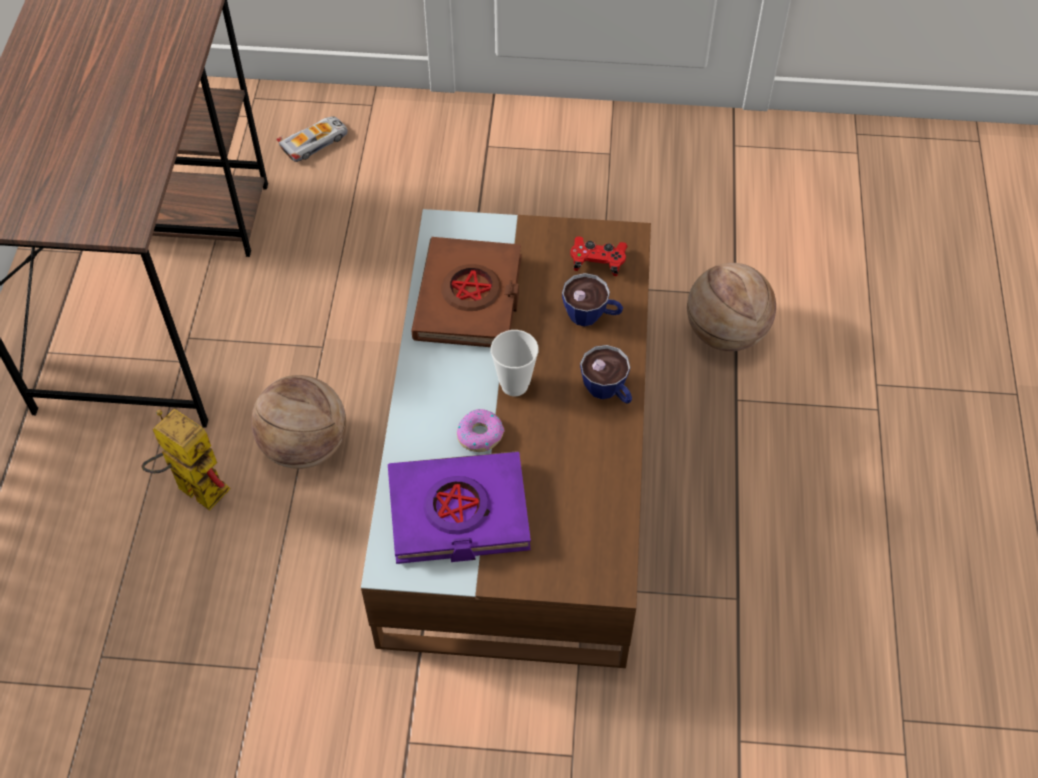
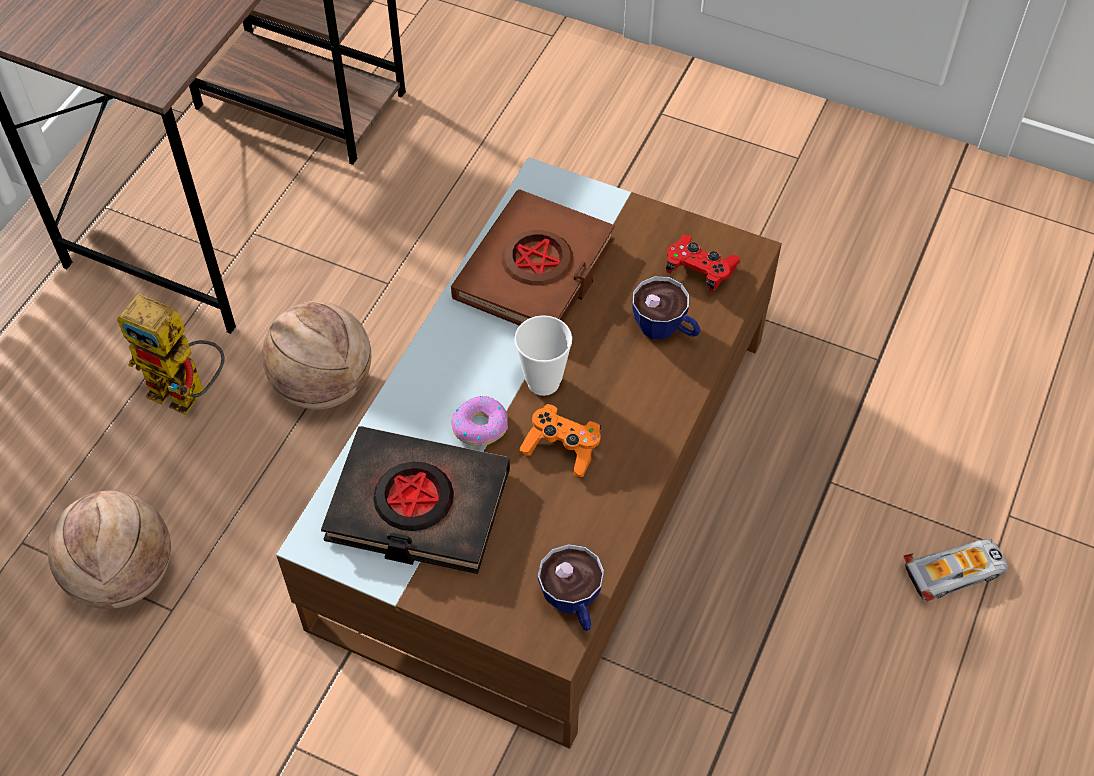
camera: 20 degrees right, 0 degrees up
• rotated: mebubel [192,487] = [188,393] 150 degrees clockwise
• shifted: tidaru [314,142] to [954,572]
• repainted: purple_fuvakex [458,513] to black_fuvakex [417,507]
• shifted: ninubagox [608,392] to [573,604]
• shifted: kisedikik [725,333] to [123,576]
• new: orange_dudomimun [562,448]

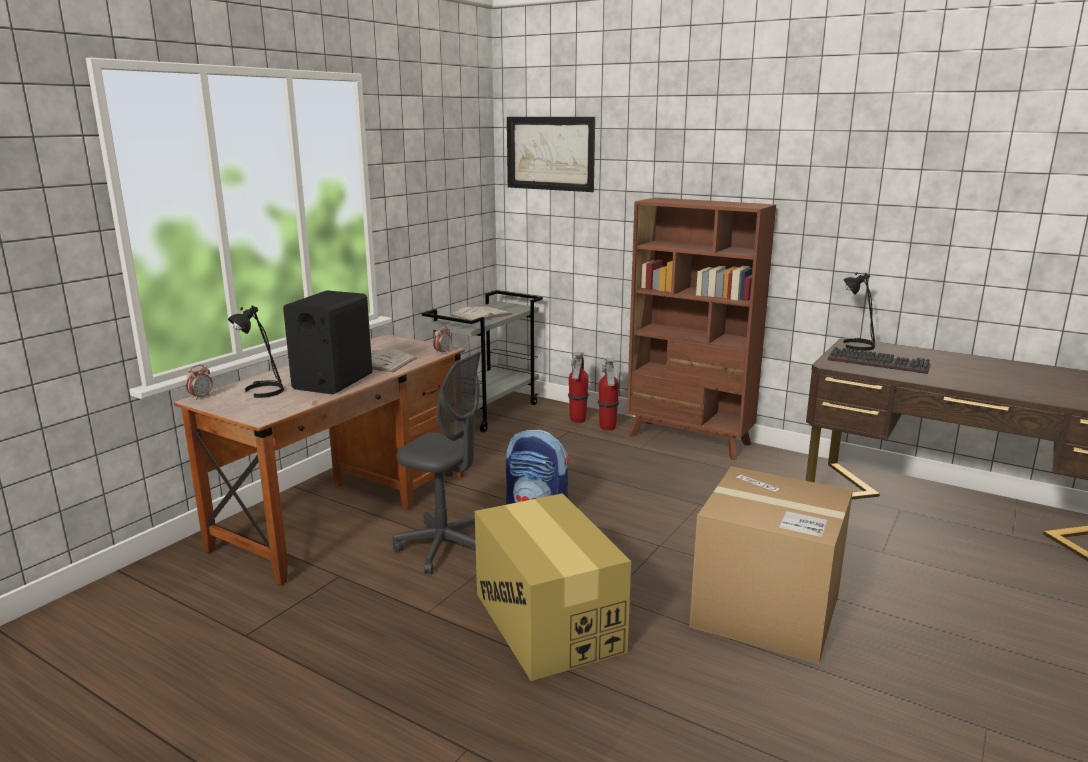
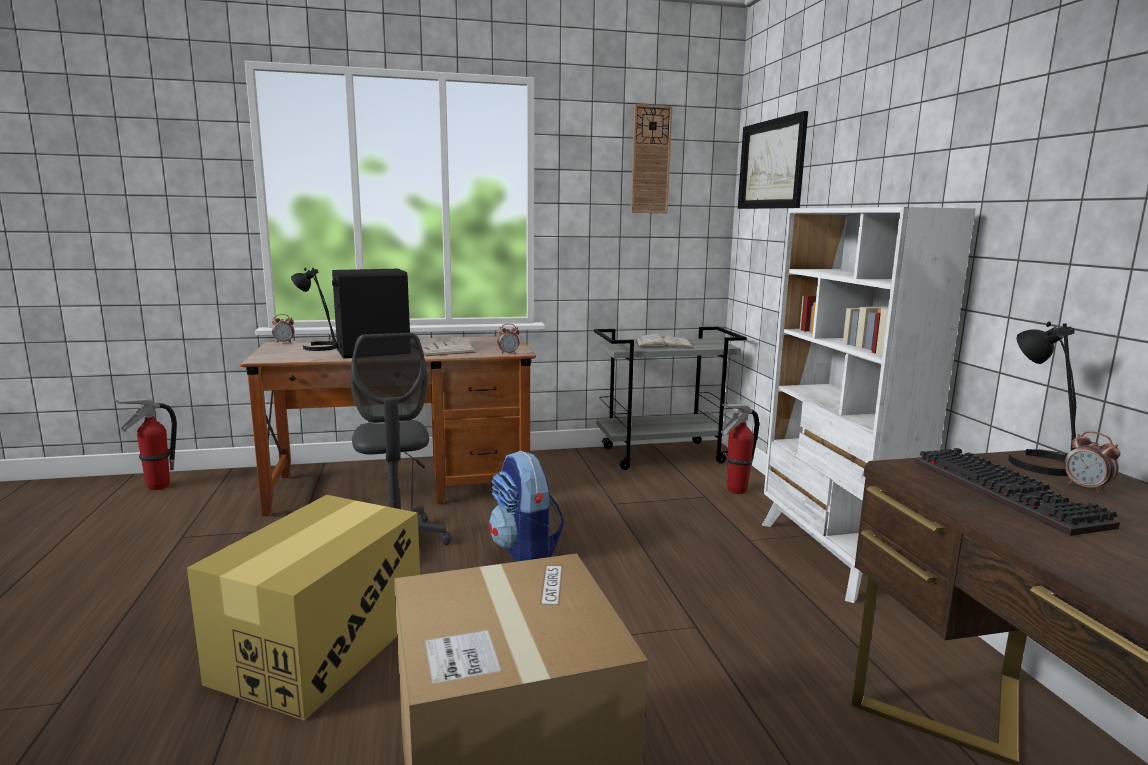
camera: 45 degrees right, 5 degrees down
• shifted: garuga [607,428] to [157,487]
• repainted: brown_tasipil [689,440] to white_tasipil [831,556]
• new: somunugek [650,160]
• new: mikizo [1086,488]

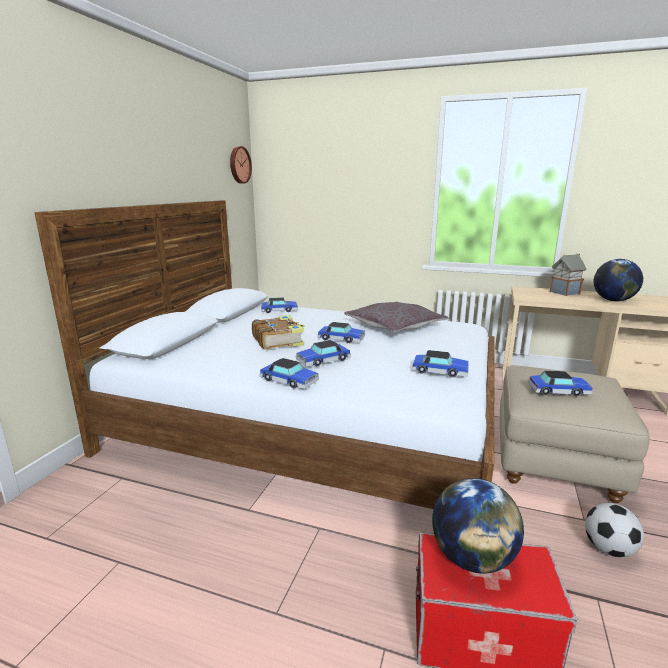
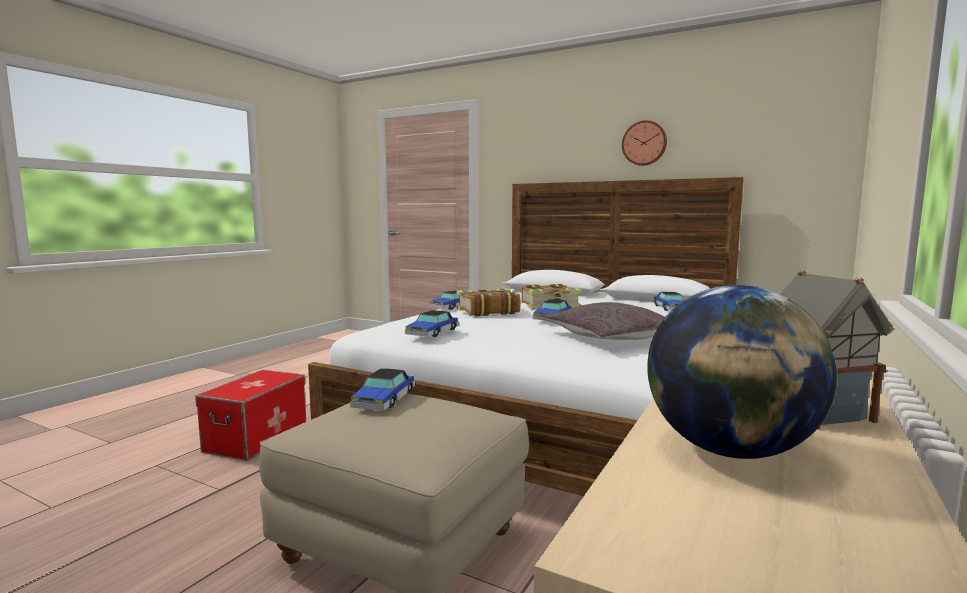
camera: 100 degrees right, 10 degrees down
• shifted: somunugek [239,165] to [644,143]
• swapped: tidaru [323,360] to fuvakex [487,311]
• gone: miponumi [472,558]
• gone: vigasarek [608,549]

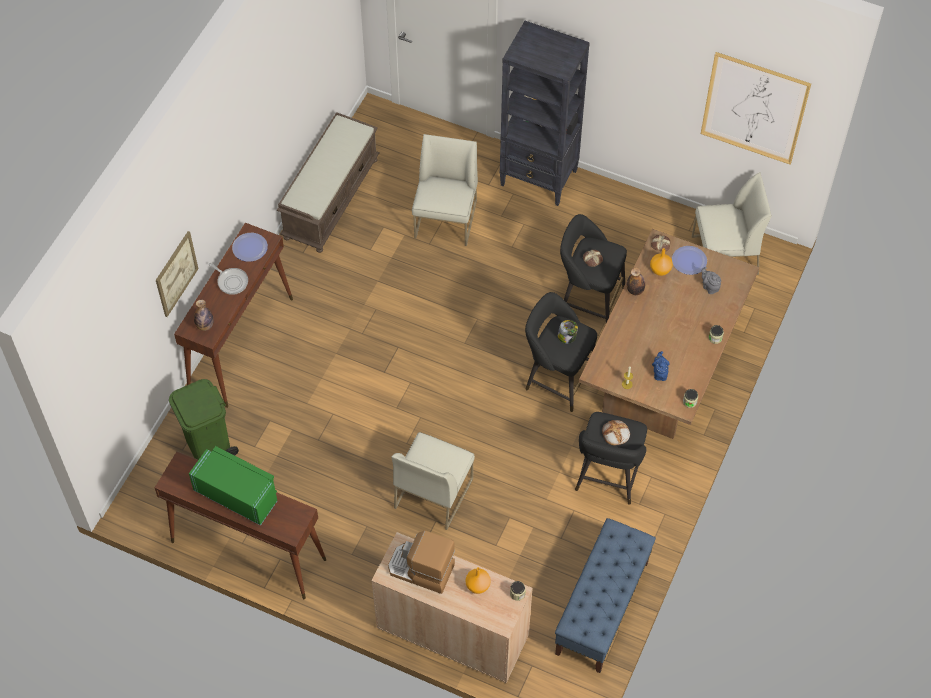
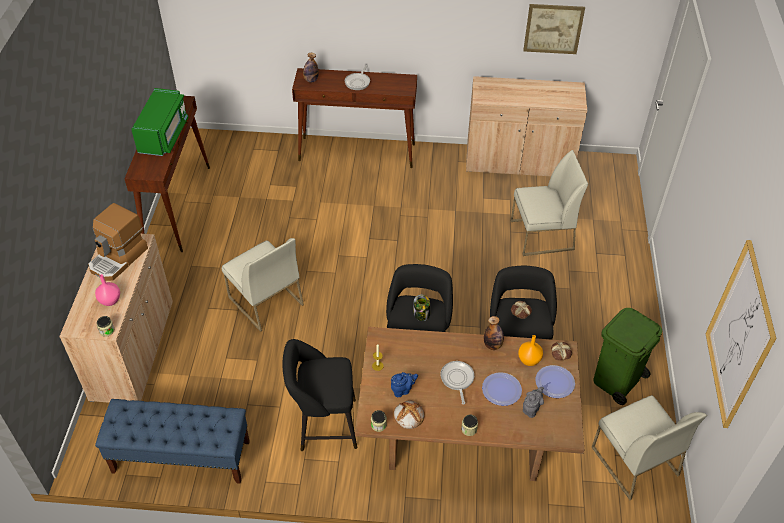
camera: 70 degrees right, 10 degrees down
• shifted: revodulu [176,274] to [553,29]
• shifted: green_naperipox [209,445] to [616,380]
• shifted: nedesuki [250,248] to [501,389]
• swapped: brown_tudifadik [330,198] to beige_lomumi [518,162]
• rotated: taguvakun [421,570] = [119,259] 150 degrees counterclockwise
• rotated: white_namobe [433,492] = [265,301] 135 degrees counterclockwise
• repainted: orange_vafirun [477,586] to pink_vafirun [110,300]
• gone: black_tasipil [539,178]
• shifted: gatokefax [615,434] to [408,415]
• new: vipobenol [457,379]

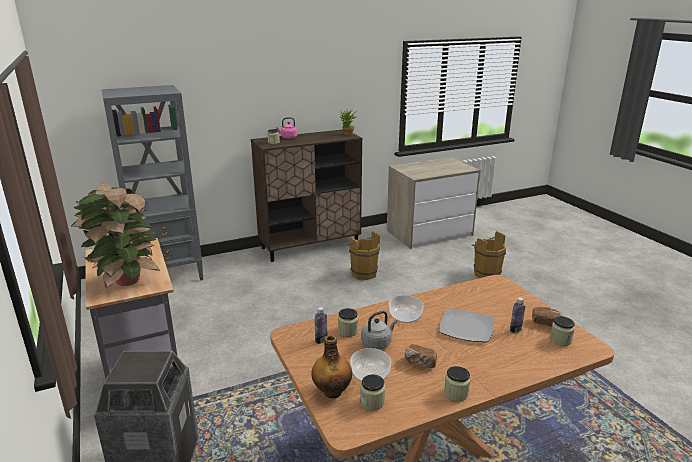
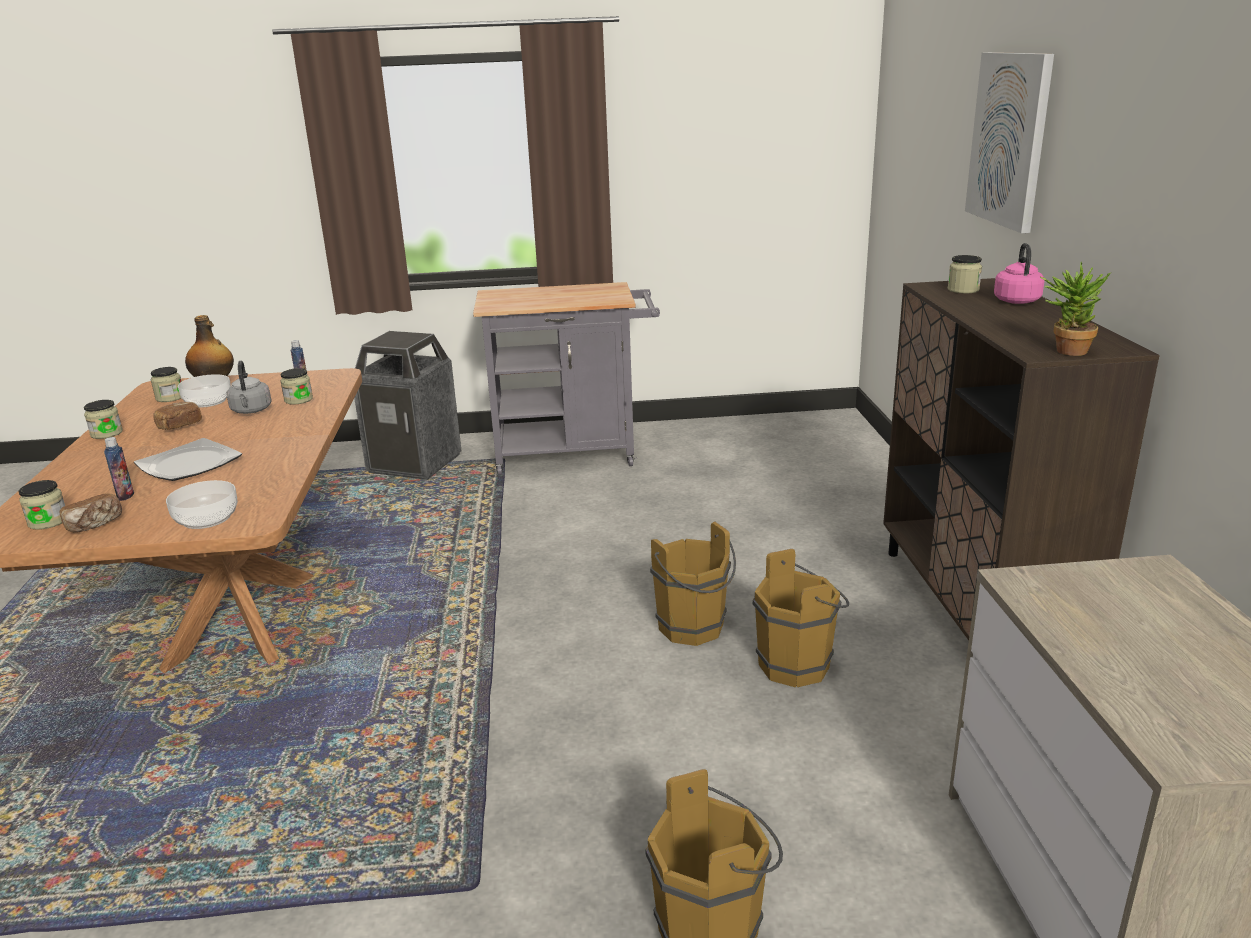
camera: 110 degrees right, 0 degrees up
• gone: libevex [125,280]
• gone: grey_tasipil [169,275]
• shifted: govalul [405,316] to [207,518]
• new: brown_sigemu [694,630]
• new: revodulu [1009,139]

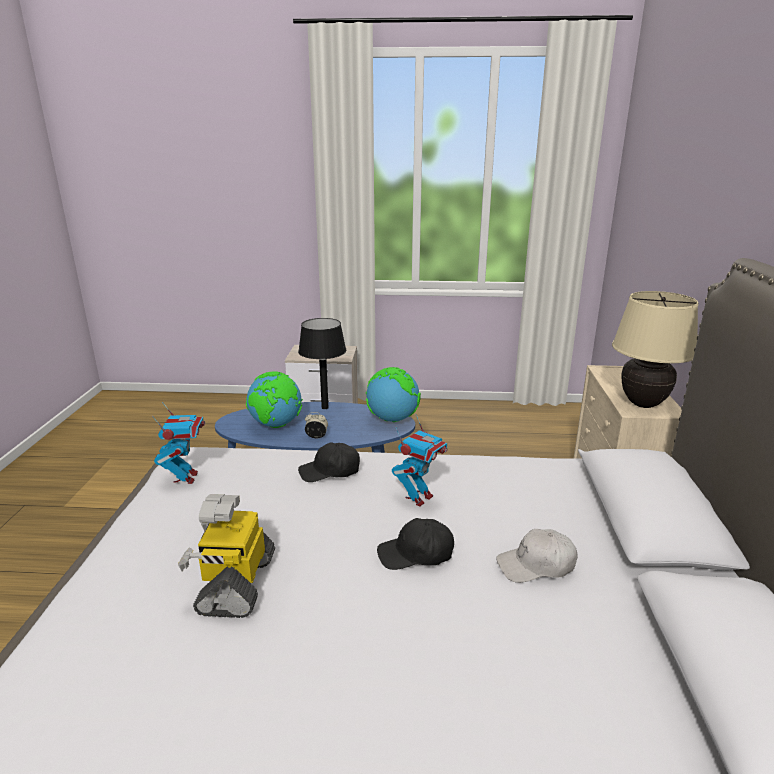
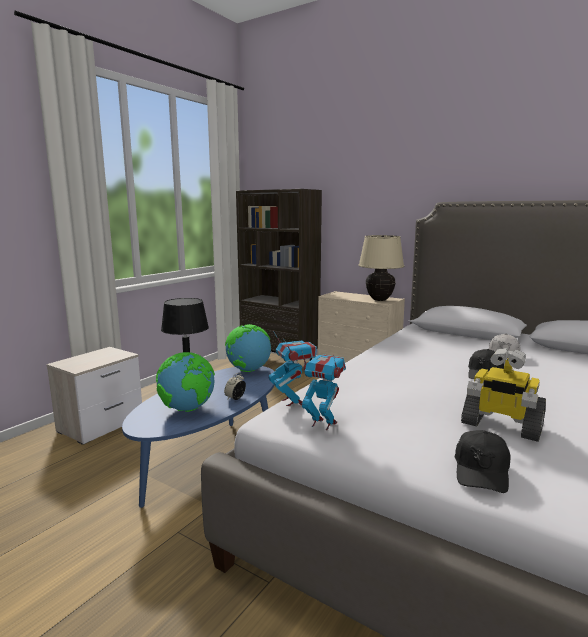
camera: 60 degrees left, 10 degrees down
• shifted: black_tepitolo [330,471] to [481,471]
• shifted: mebubel [418,497] to [293,401]
• new: brown_tasipil [280,363]

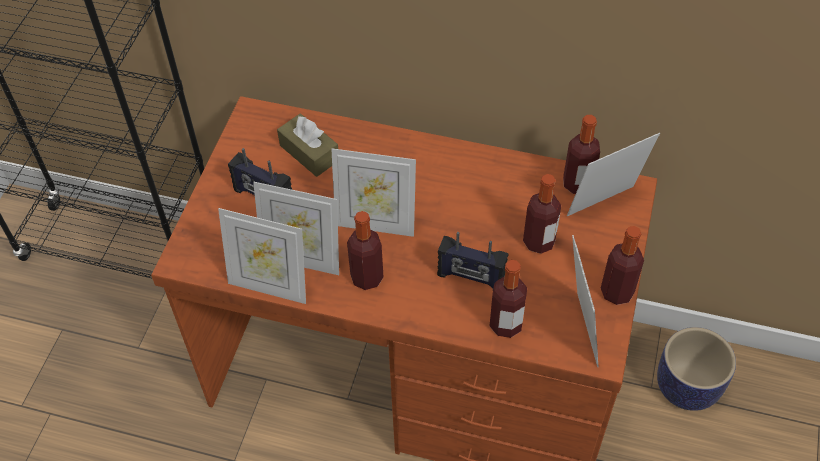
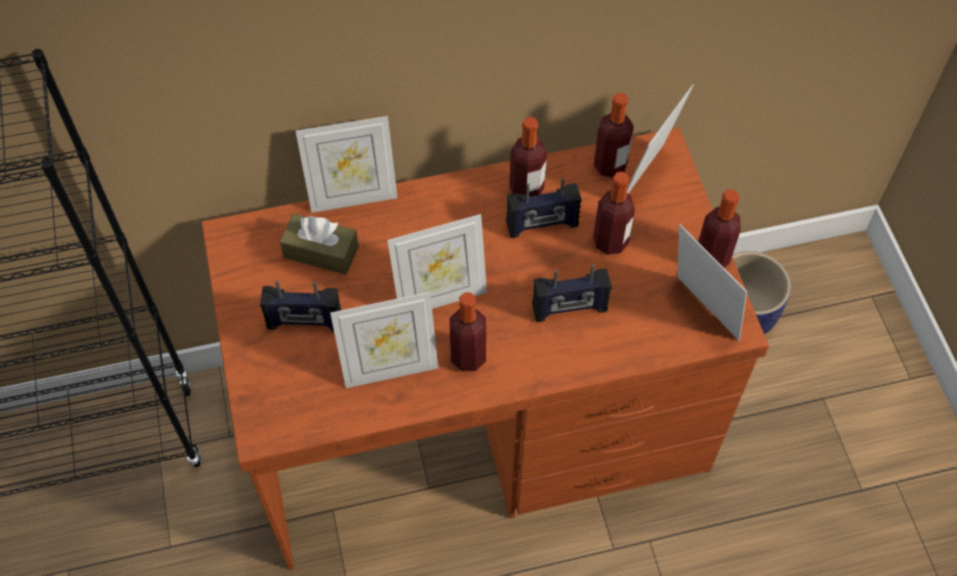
camera: 30 degrees left, 5 degrees up
• shifted: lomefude [270,286] to [353,197]
• shifted: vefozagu [506,324] to [526,189]
• new: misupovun [542,225]

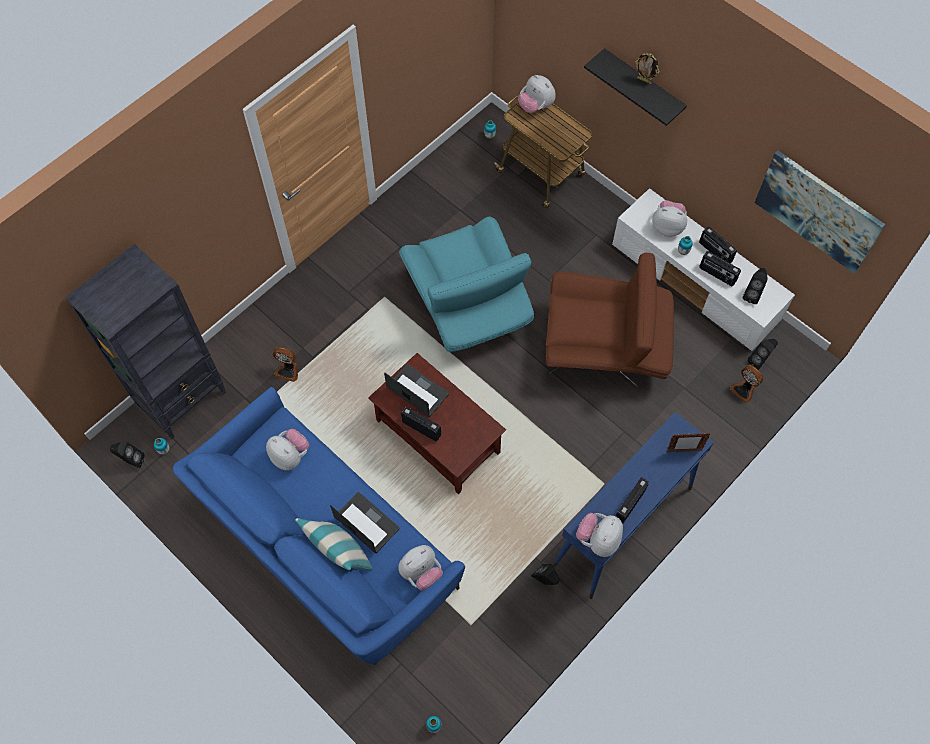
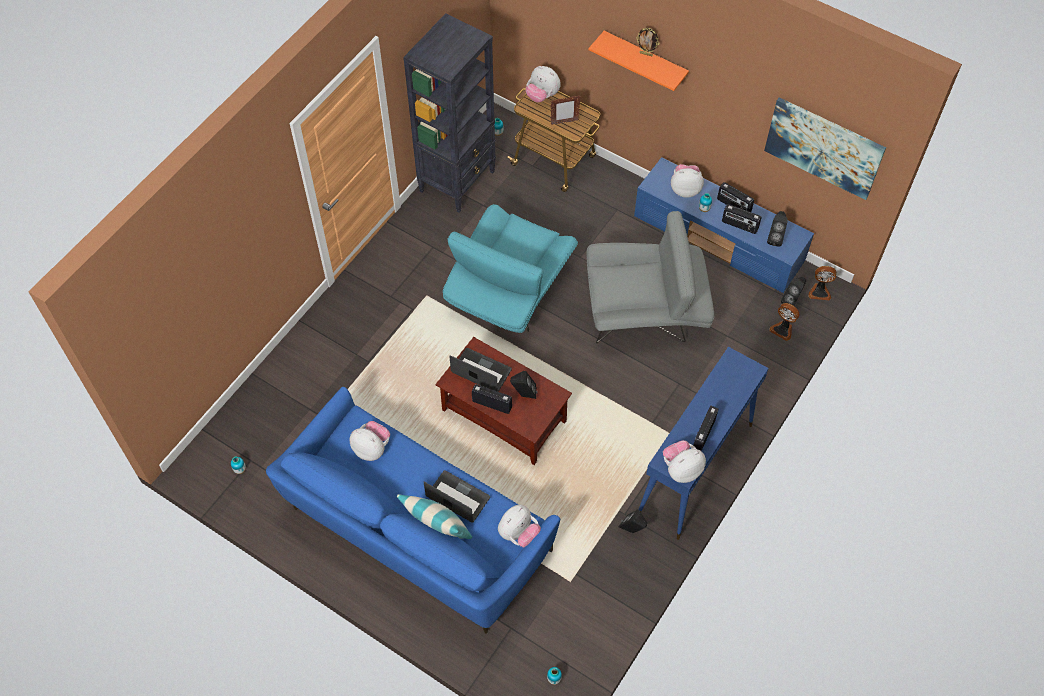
camera: 10 degrees left, 5 degrees down
• shifted: black_tasipil [182,398] to [458,181]
• shifted: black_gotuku [131,461] to [523,394]
• shifted: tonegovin [288,370] to [819,291]
• rotated: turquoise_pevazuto [468,305] = [508,291] 60 degrees clockwise
• repainted: brown_pevazuto [604,347] to grey_pevazuto [645,311]
• rotated: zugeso [598,540] = [681,469] 45 degrees clockwise
• repainted: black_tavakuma [642,86] to orange_tavakuma [644,60]
• repainted: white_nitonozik [696,283] to blue_nitonozik [719,240]
• shifted: lomefude [683,451] to [564,122]

